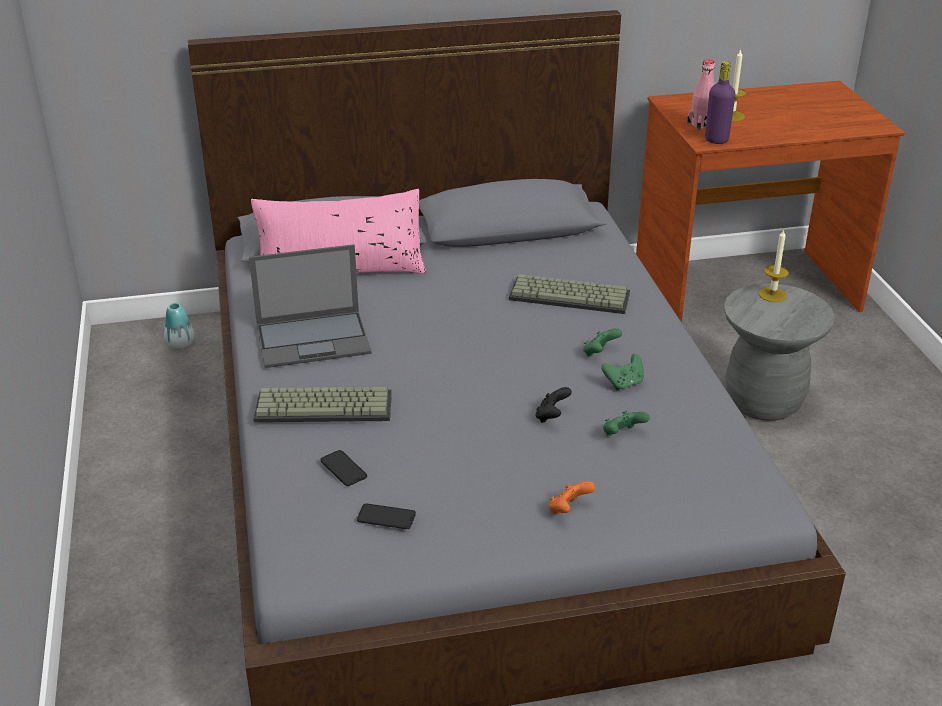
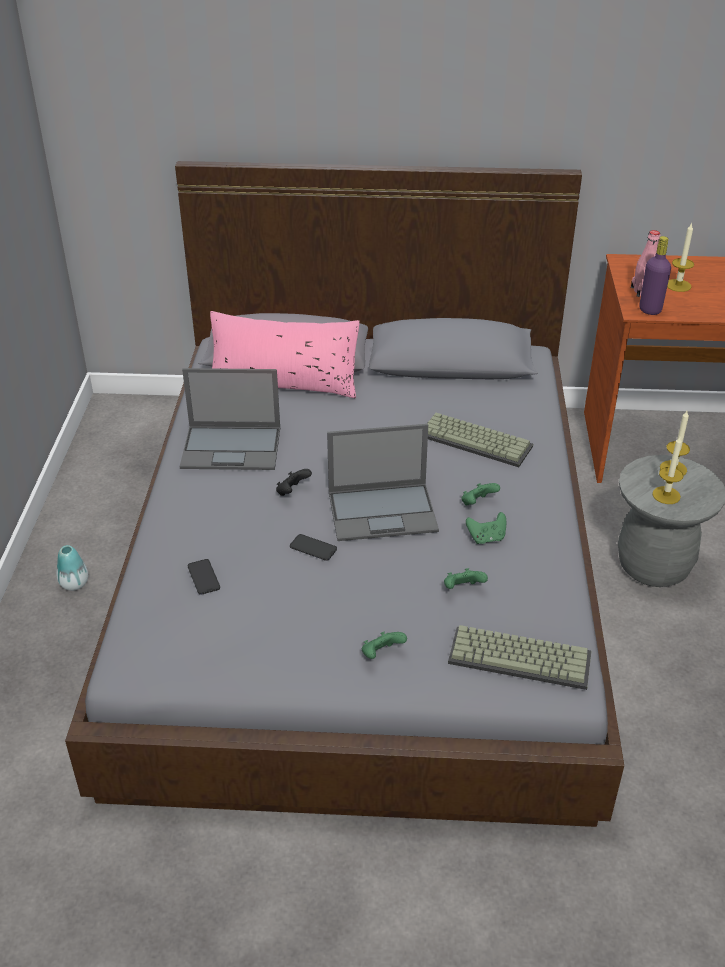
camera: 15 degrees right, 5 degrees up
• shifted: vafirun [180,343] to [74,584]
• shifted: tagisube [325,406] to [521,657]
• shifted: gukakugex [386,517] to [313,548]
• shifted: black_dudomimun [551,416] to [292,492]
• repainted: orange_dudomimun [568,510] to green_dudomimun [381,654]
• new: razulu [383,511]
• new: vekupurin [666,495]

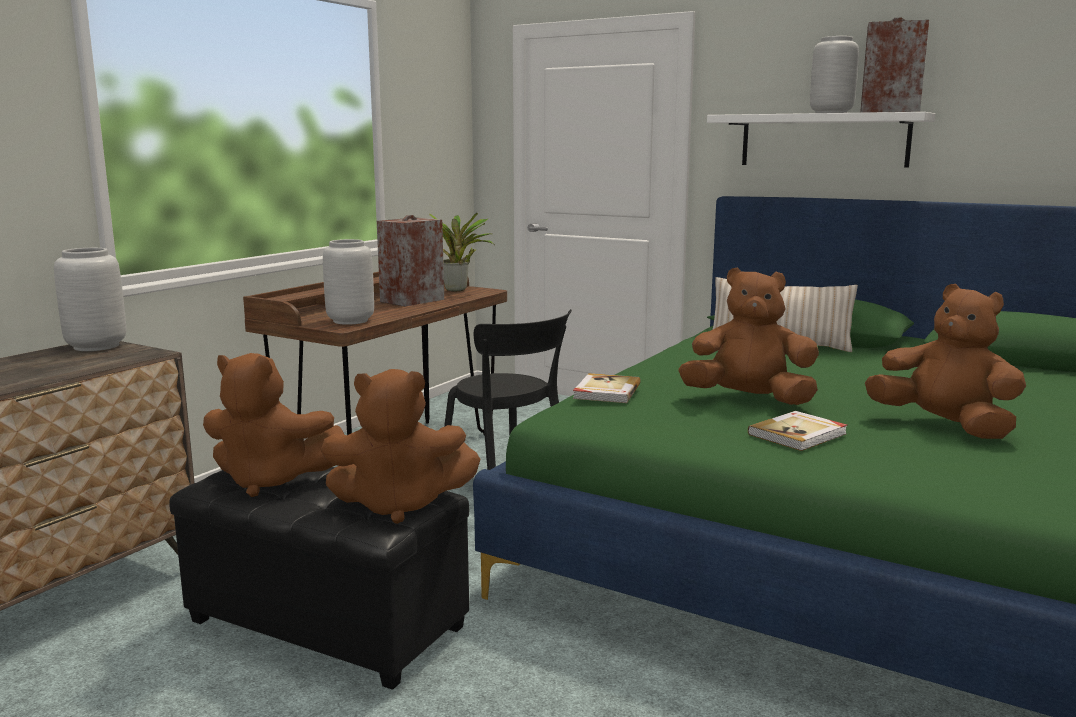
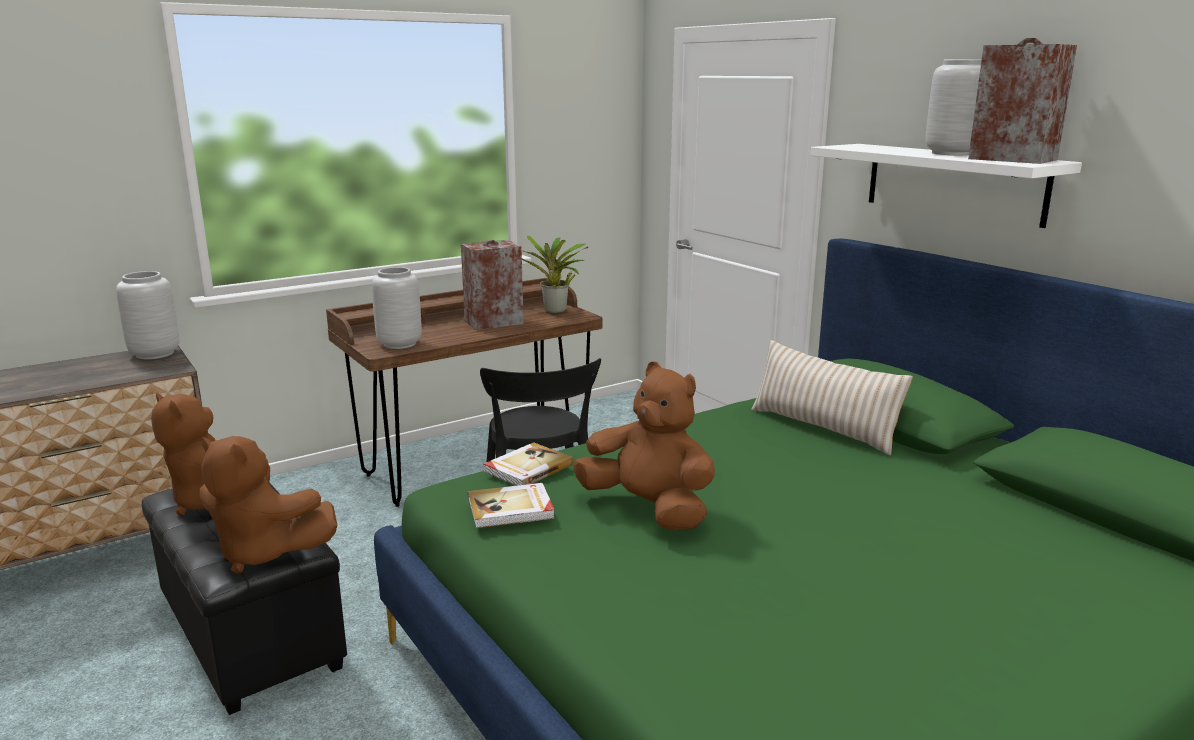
camera: 25 degrees right, 5 degrees up
• shifted: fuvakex [798,434] to [511,509]
• gone: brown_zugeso [944,426]

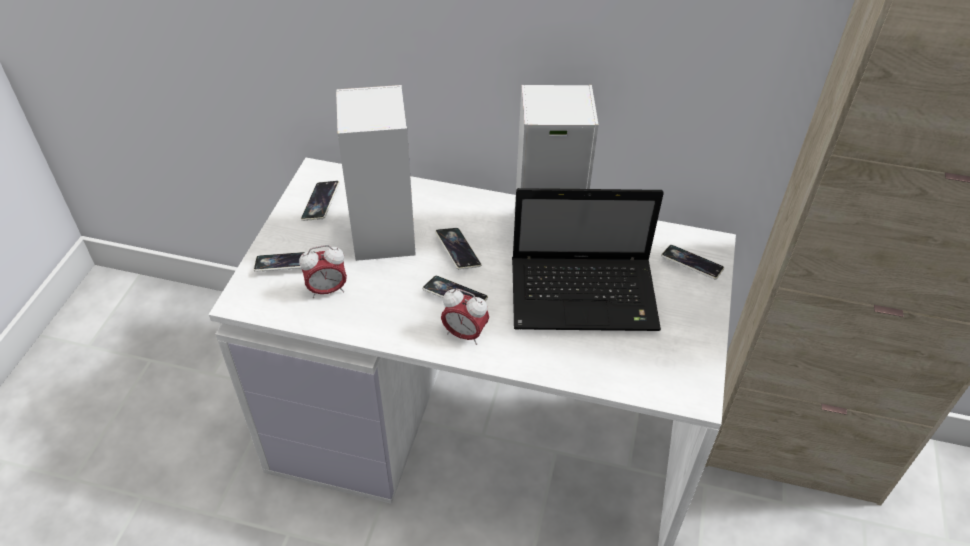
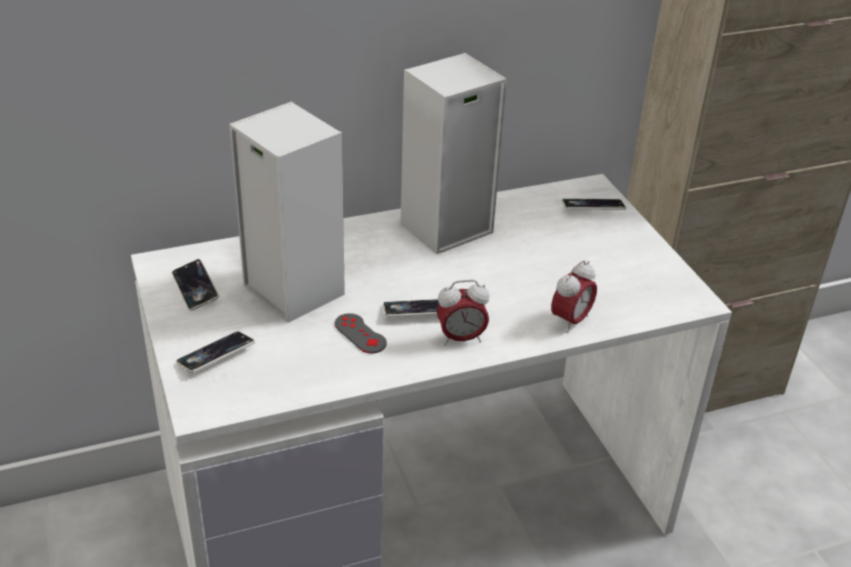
camera: 35 degrees left, 10 degrees down
• shifted: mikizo [327,290] to [570,321]
• gone: gukakugex [458,251]
• gone: razulu [586,295]
• new: grey_dudomimun [360,333]

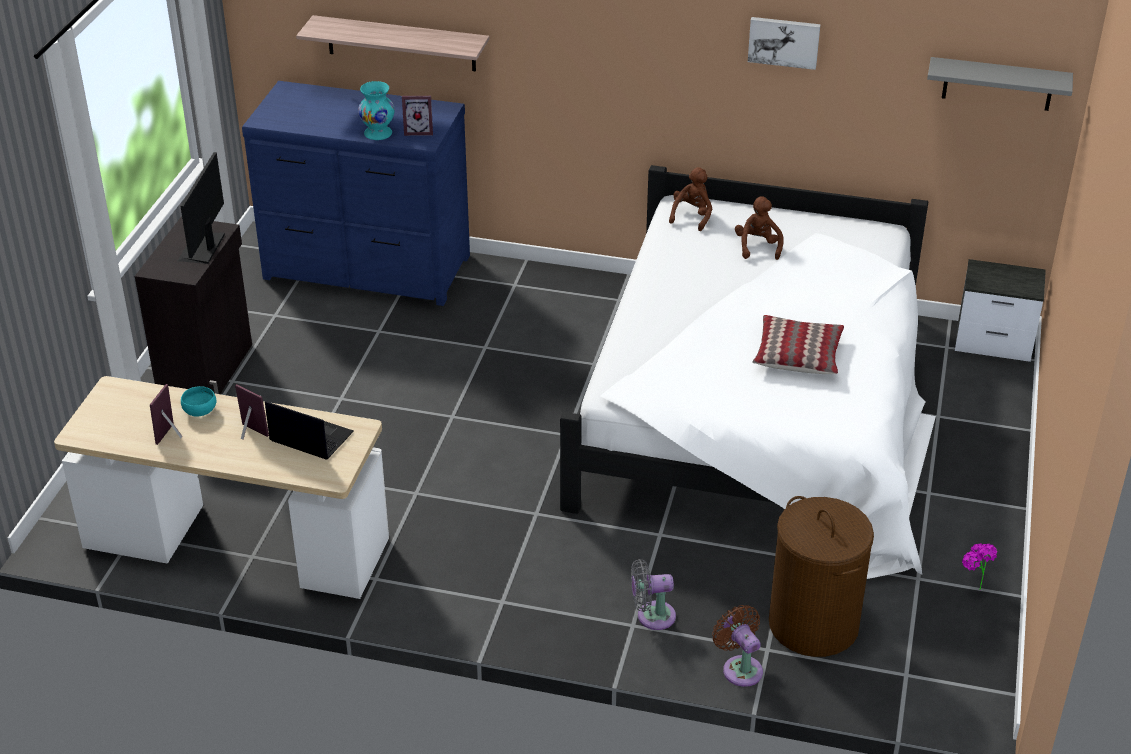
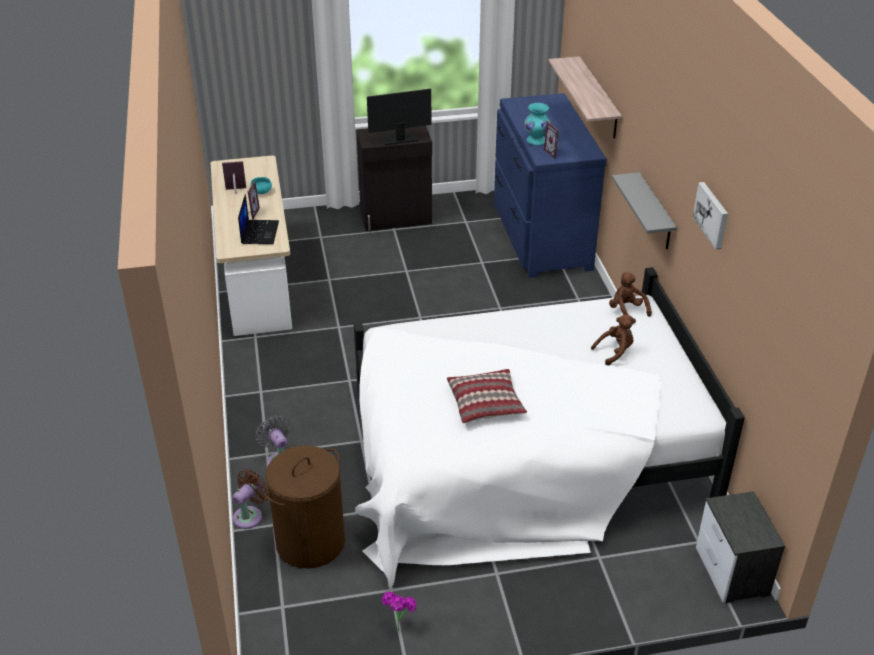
camera: 65 degrees right, 0 degrees up
• rotated: brown_zugeso [692,216] = [627,311] 120 degrees counterclockwise
• shifted: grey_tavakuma [998,84] to [655,213]

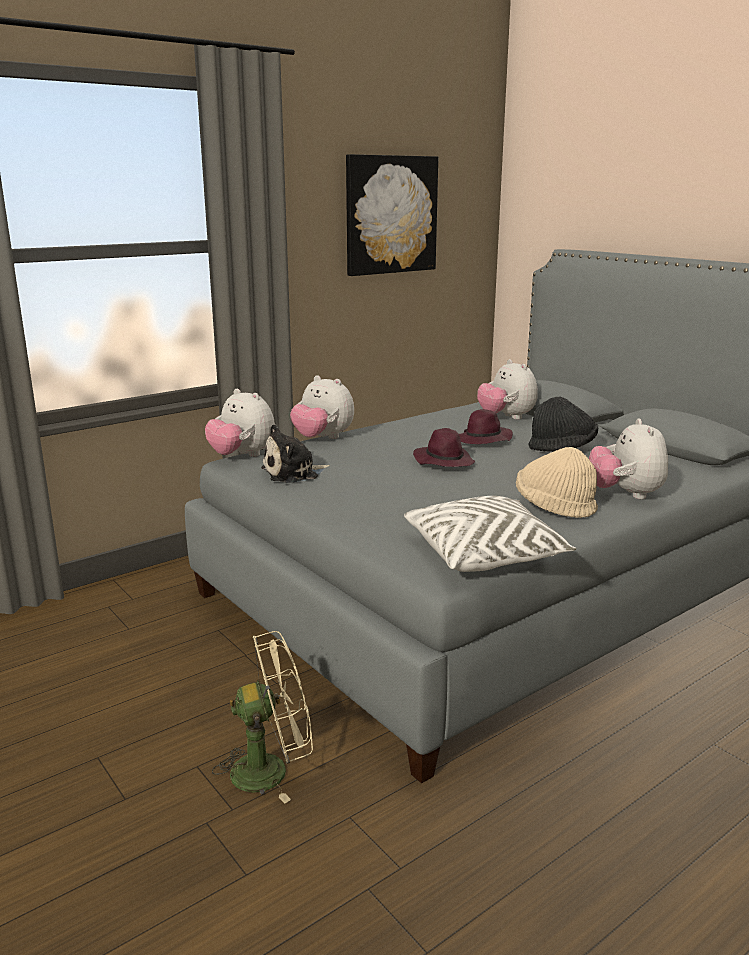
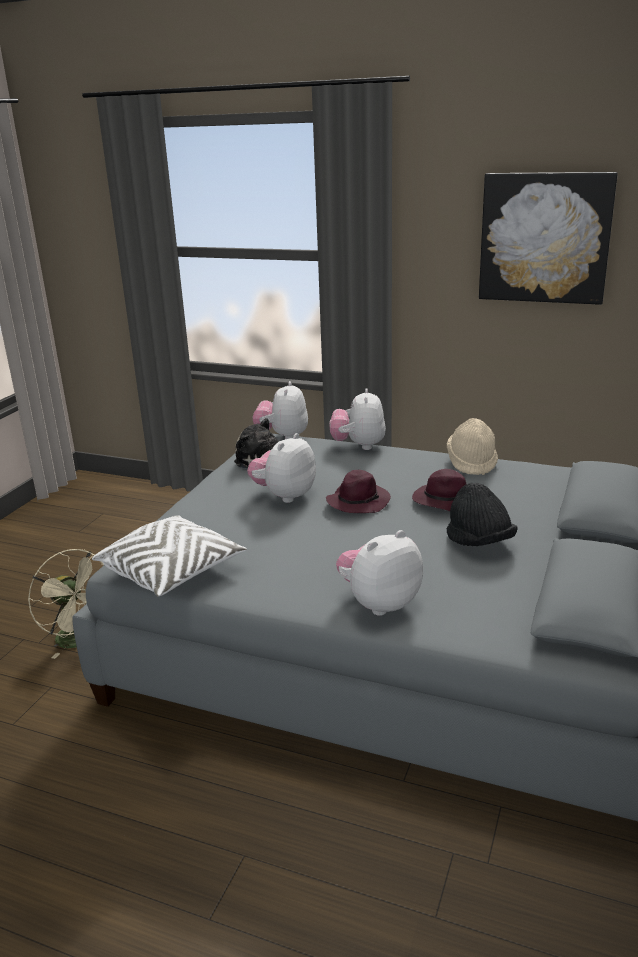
camera: 60 degrees right, 5 degrees up
• shifted: zugeso [506,417] to [284,495]
• shifted: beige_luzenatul [554,507] to [472,463]

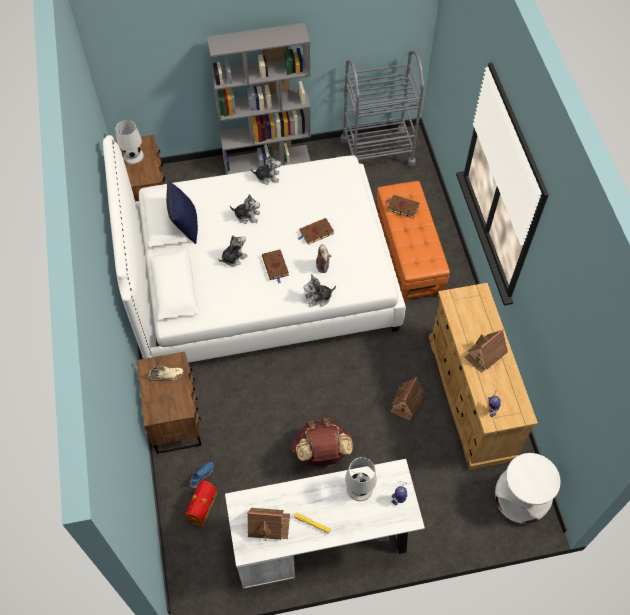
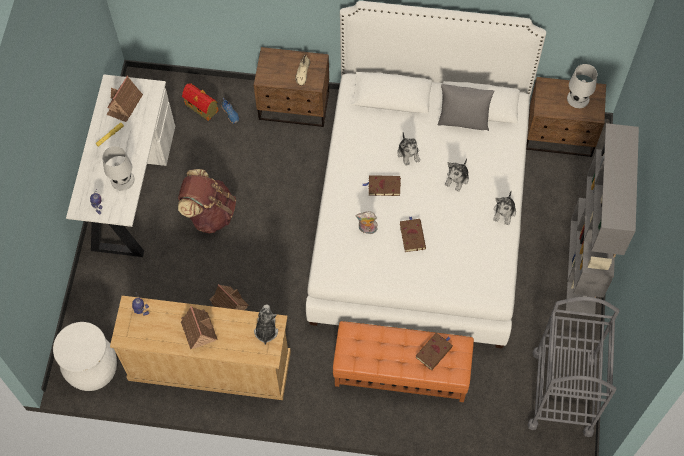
camera: 110 degrees right, 5 degrees up
• repainted: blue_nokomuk [185,226] to grey_nokomuk [463,120]
• shifted: zugeso [318,298] to [266,330]

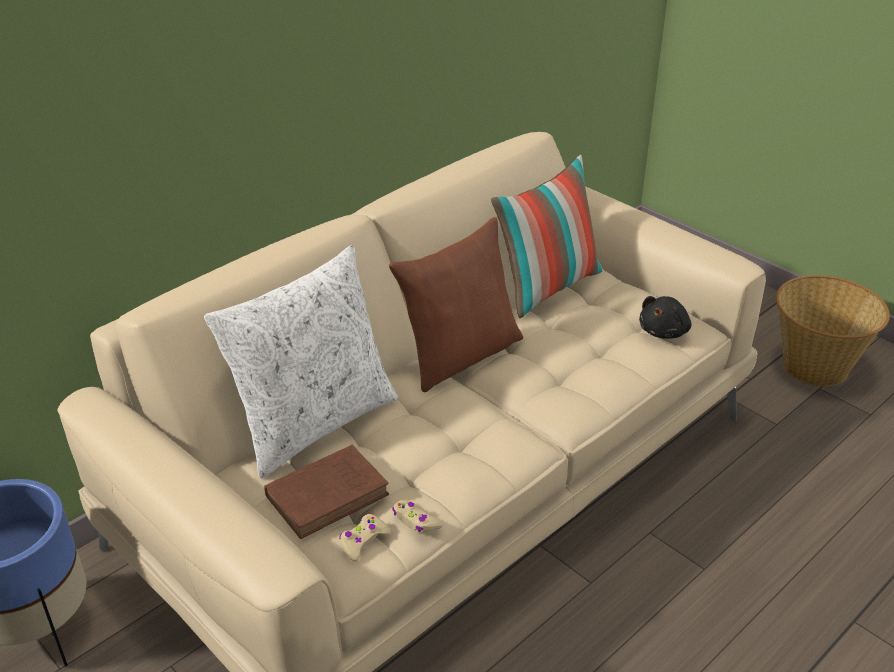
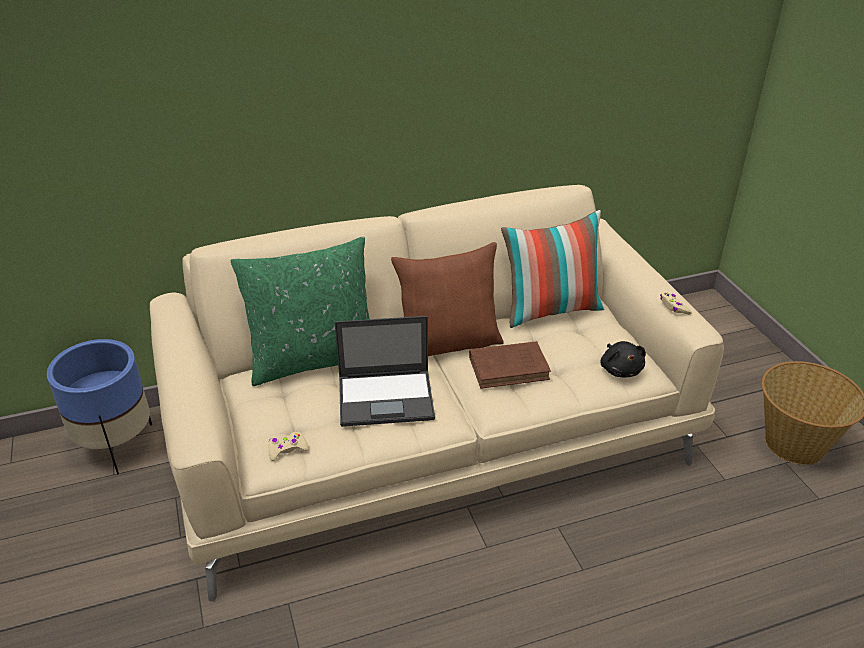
camera: 25 degrees right, 0 degrees up
• repainted: white_nokomuk [314,422] to green_nokomuk [313,360]
• shifted: brown_fuvakex [330,494] to [511,368]
• shifted: beige_dudomimun [416,521] to [673,307]
• rotated: black_zugeso [664,331] = [620,369] 75 degrees counterclockwise
• new: razulu [387,398]

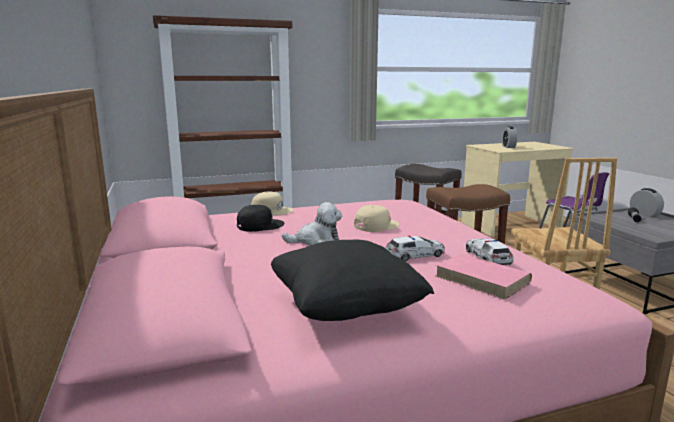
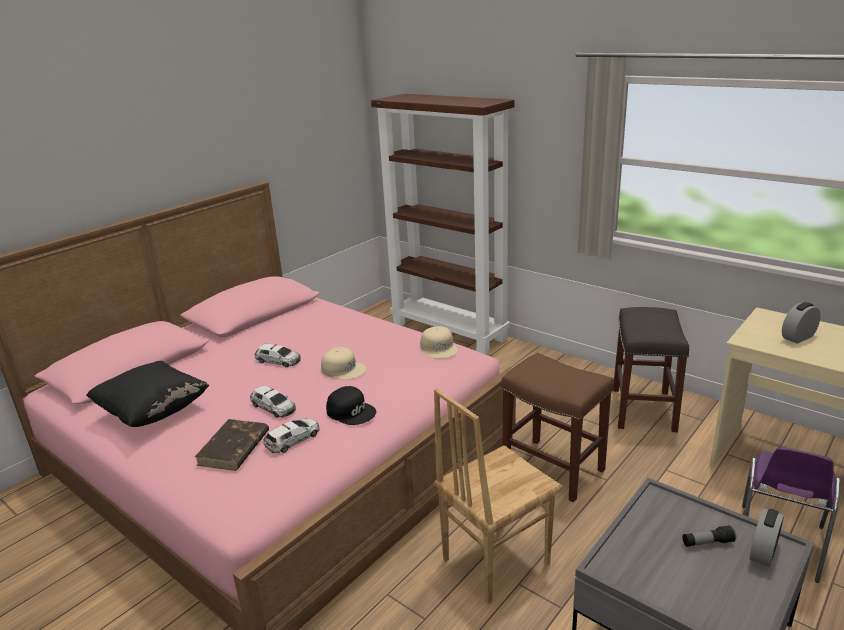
camera: 60 degrees right, 10 degrees up
• shifted: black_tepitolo [259,225] to [351,411]
• shifted: beige_tepitolo [272,210] to [439,348]
• swapped: zugeso [316,241] to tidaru [278,360]
• repainted: pink_fuvakex [483,279] to brown_fuvakex [233,448]

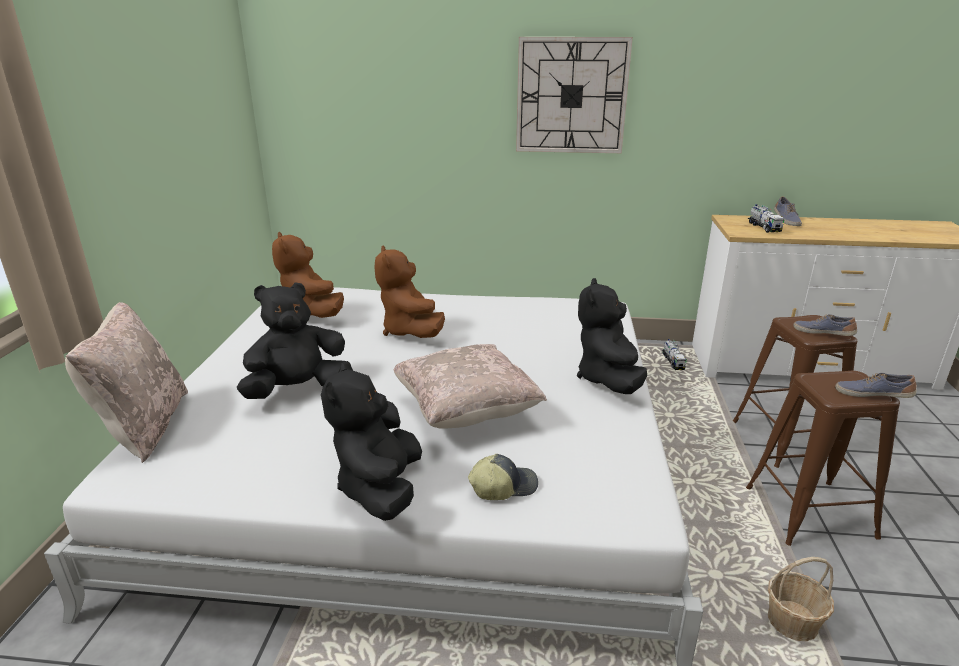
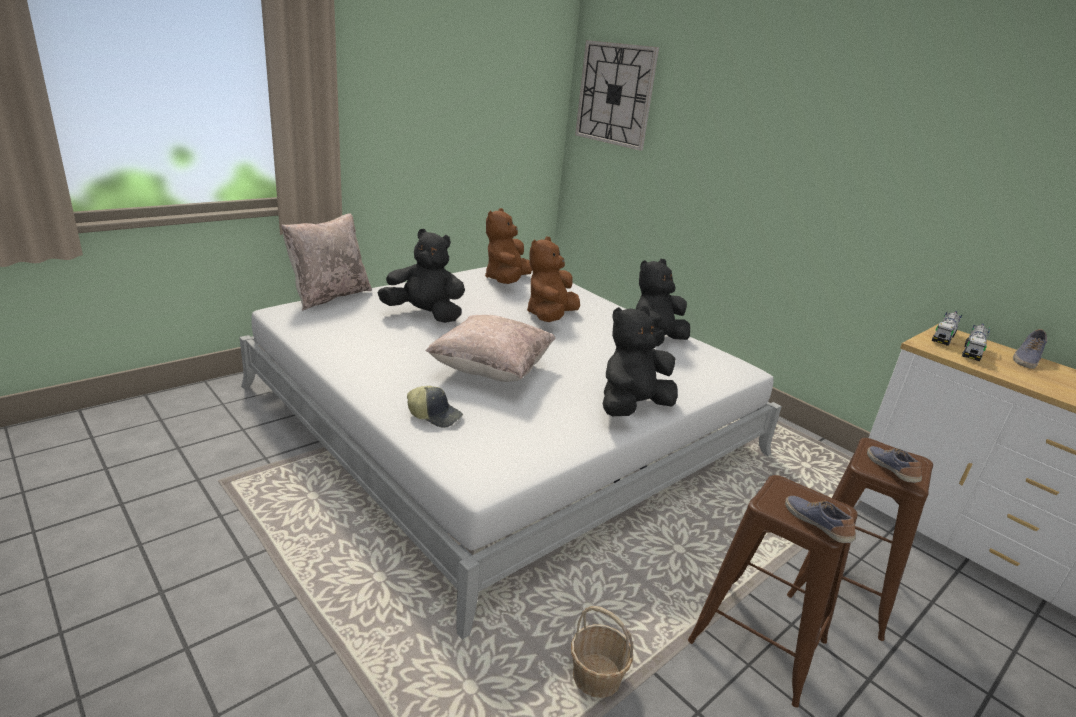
camera: 40 degrees right, 0 degrees up
• shifted: black_zugeso [380,488] to [655,342]
• shifted: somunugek [571,96] to [615,94]
• shifted: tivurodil [672,362] to [943,338]

